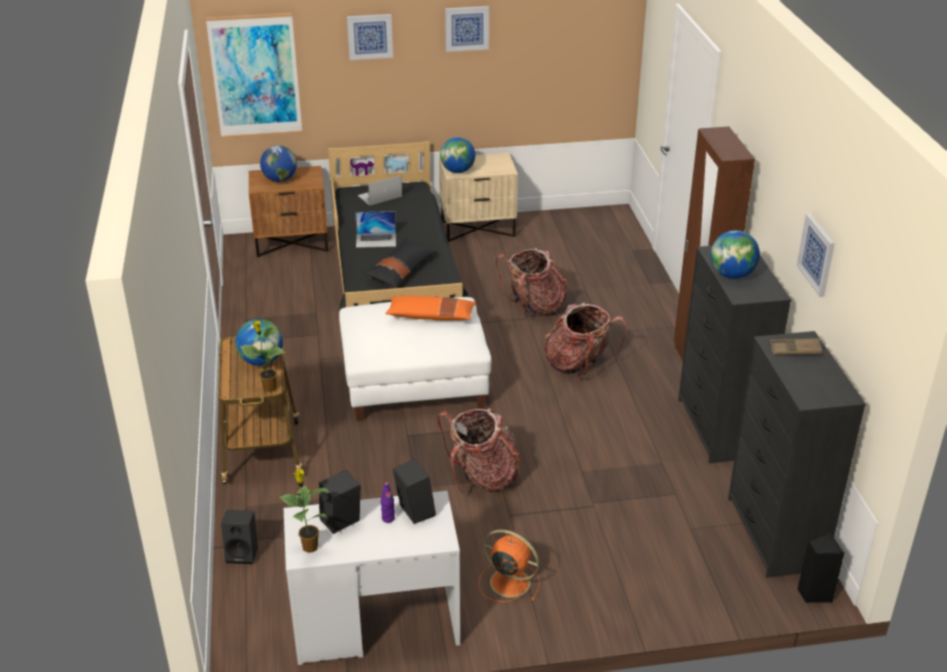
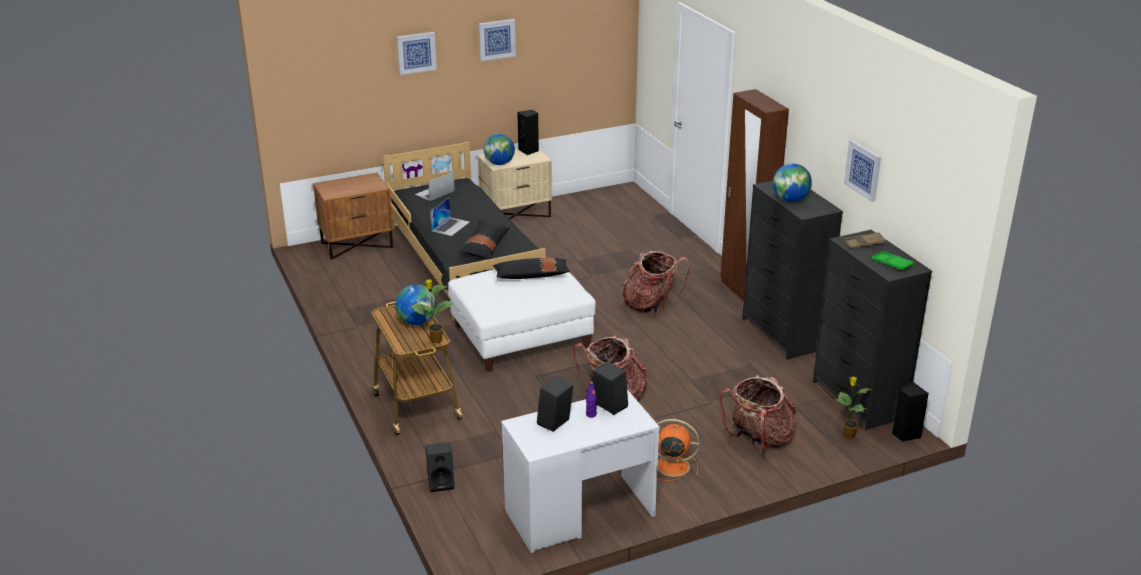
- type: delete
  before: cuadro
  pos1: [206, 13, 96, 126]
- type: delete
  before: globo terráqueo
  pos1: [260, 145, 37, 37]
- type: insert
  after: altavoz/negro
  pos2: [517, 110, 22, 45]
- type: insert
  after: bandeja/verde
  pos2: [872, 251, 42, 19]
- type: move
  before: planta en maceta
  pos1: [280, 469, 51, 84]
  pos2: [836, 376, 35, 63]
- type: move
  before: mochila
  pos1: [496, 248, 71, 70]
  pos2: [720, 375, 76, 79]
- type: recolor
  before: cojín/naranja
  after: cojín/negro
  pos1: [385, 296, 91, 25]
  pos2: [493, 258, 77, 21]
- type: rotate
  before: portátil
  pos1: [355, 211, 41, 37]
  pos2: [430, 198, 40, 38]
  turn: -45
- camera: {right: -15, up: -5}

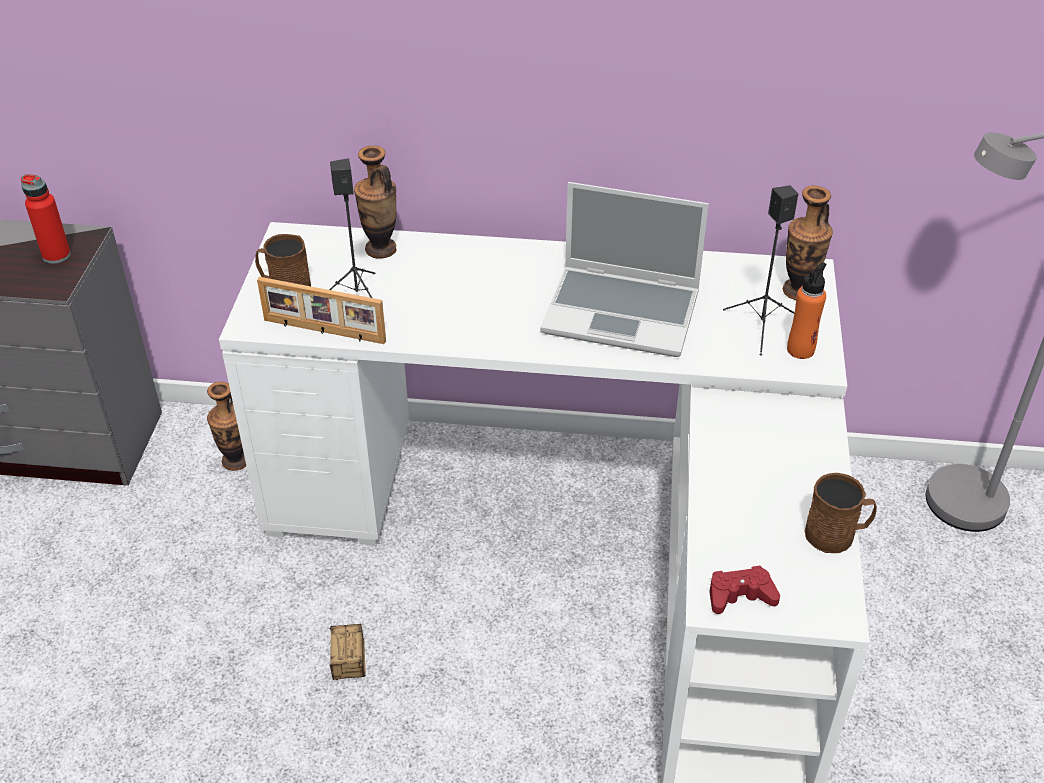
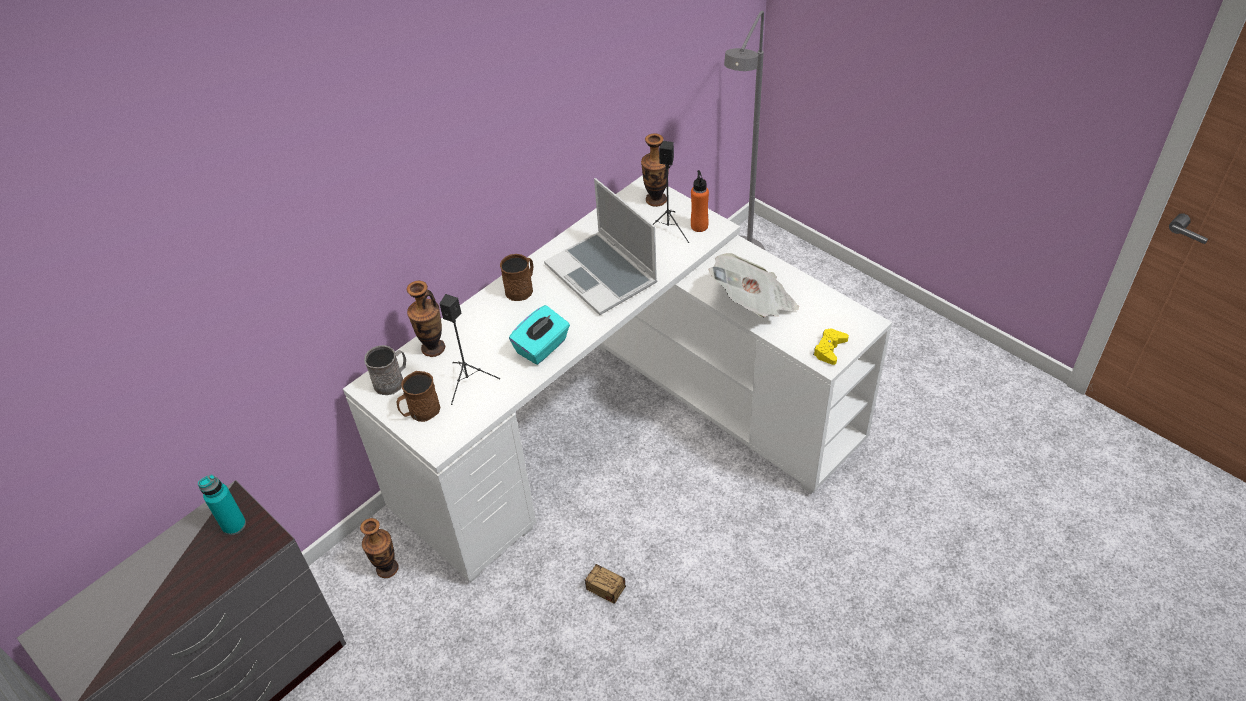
- type: delete
  before: portarretratos
  pos1: [257, 277, 129, 67]
- type: insert
  after: taza grande/gris
  pos2: [364, 345, 42, 50]
- type: insert
  after: caja de pañuelos/turquesa
  pos2: [509, 305, 61, 60]
- type: insert
  after: periódico
  pos2: [708, 253, 91, 64]
- type: move
  before: taza grande/marrón
  pos1: [804, 473, 73, 80]
  pos2: [500, 254, 33, 47]
- type: recolor
  before: botella/rojo
  after: botella/turquesa
  pos1: [21, 174, 50, 90]
  pos2: [198, 475, 48, 60]
- type: recolor
  before: mando de consola/rojo
  after: mando de consola/amarillo
  pos1: [709, 566, 71, 48]
  pos2: [813, 329, 36, 36]
- type: rotate
  before: portátil
  pos1: [540, 182, 169, 175]
  pos2: [544, 178, 113, 137]
  turn: 90
- camera: {right: -50, up: 5}

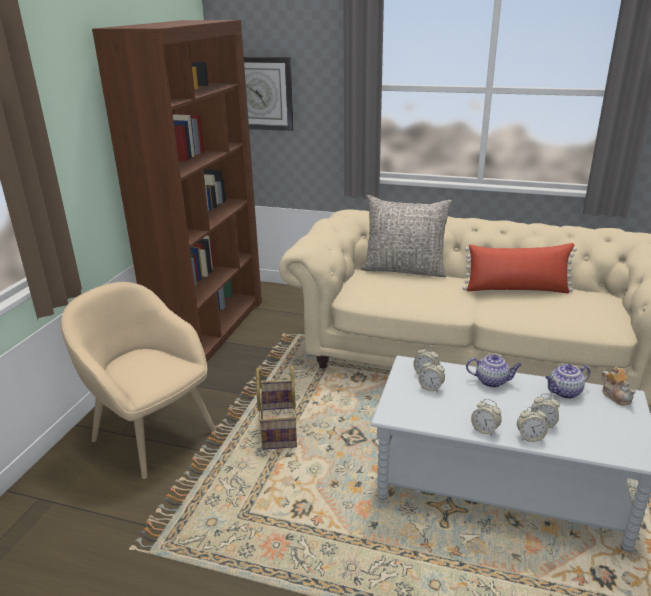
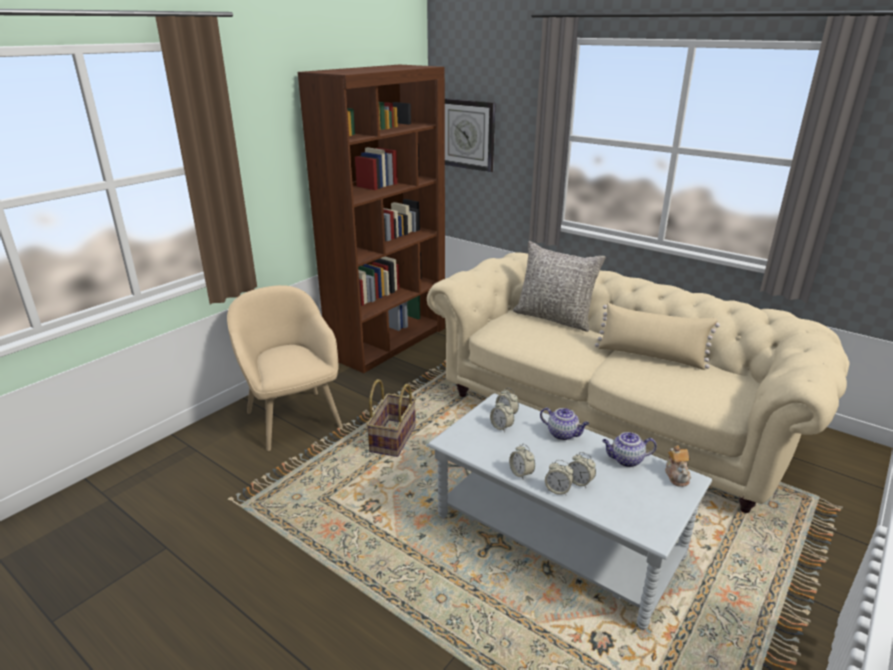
- type: recolor
  before: cojín/rojo
  after: cojín/beis
  pos1: [462, 243, 115, 50]
  pos2: [595, 303, 125, 67]
- camera: {right: 20, up: 0}

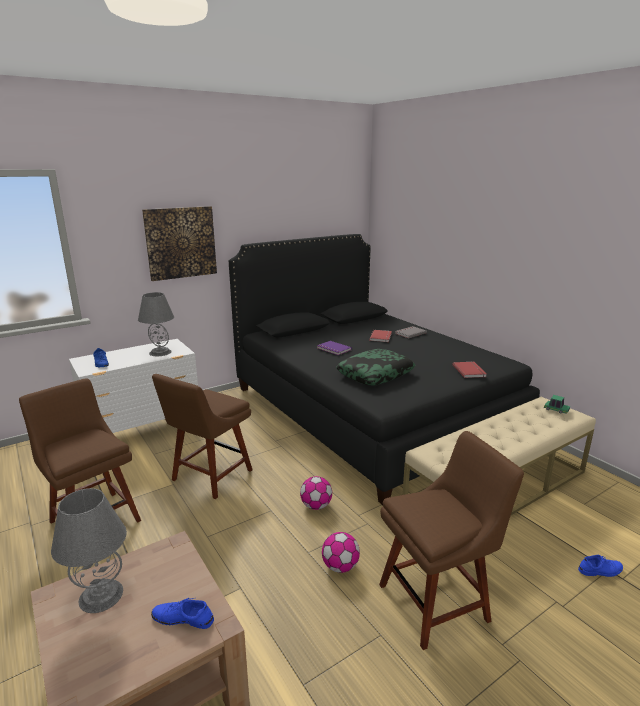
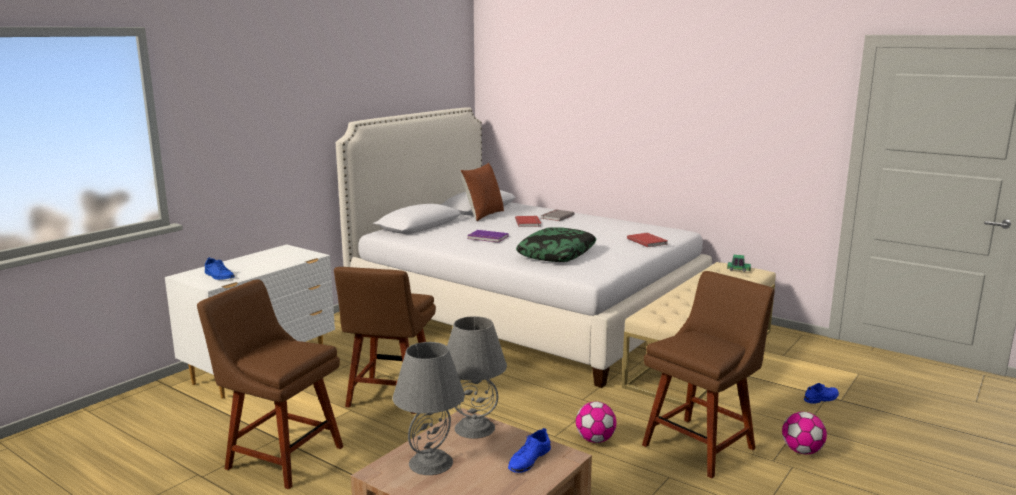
- type: delete
  before: cuadro
  pos1: [142, 206, 75, 75]
- type: insert
  after: cojín/marrón
  pos2: [461, 163, 43, 58]
- type: move
  before: lámpara de mesa/gris
  pos1: [138, 292, 36, 64]
  pos2: [447, 316, 60, 123]
- type: move
  before: balón de fútbol
  pos1: [300, 476, 32, 34]
  pos2: [782, 412, 45, 42]
- type: recolor
  before: cama/negro
  after: cama/blanco
  pos1: [229, 234, 311, 271]
  pos2: [336, 107, 376, 281]
- type: rotate
  before: zapato/azul
  pos1: [151, 598, 63, 31]
  pos2: [508, 428, 43, 45]
  turn: -45
- camera: {right: -20, up: -5}

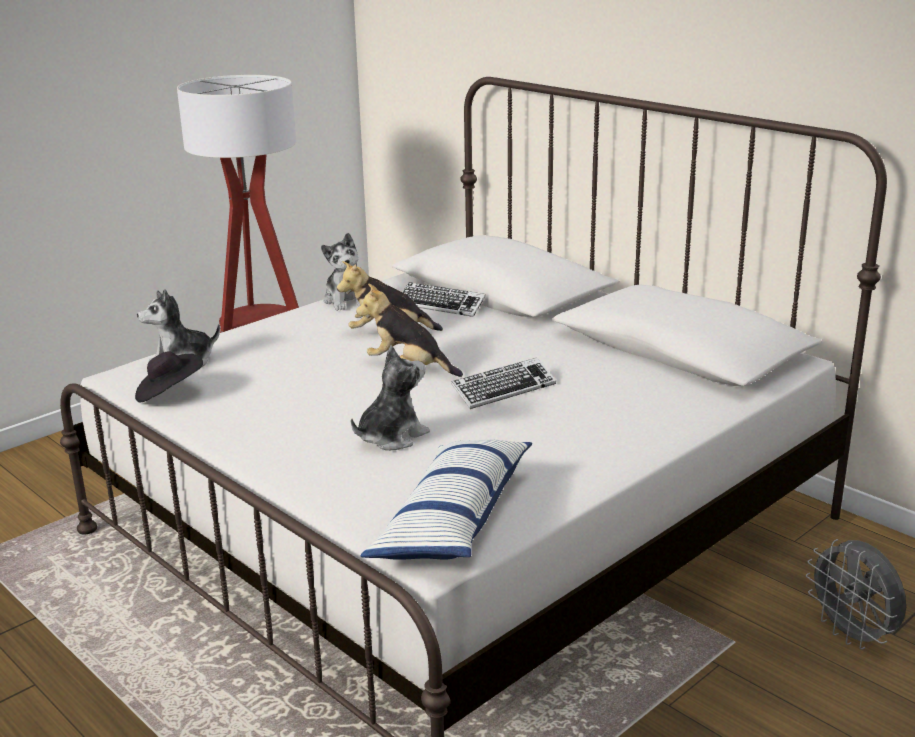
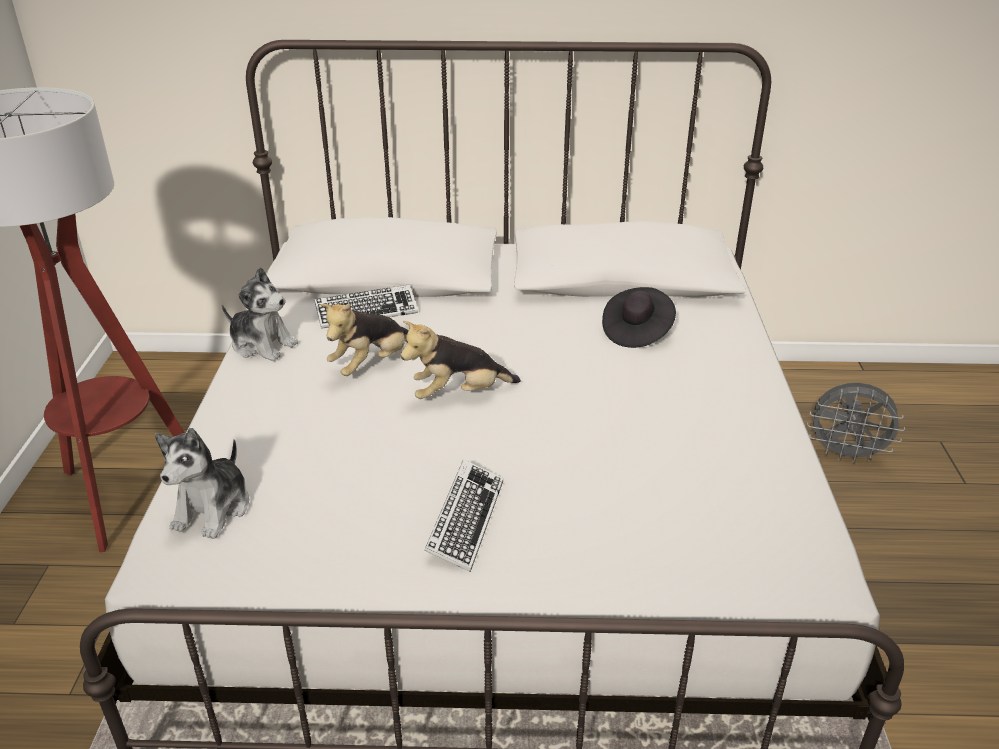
- type: delete
  before: peluche
  pos1: [351, 345, 79, 105]
- type: delete
  before: cojín
  pos1: [360, 440, 172, 120]
- type: move
  before: sombrero/negro
  pos1: [135, 351, 68, 51]
  pos2: [602, 287, 74, 61]
- type: move
  before: teclado
  pos1: [451, 358, 105, 51]
  pos2: [424, 459, 79, 113]
- camera: {right: -45, up: 10}

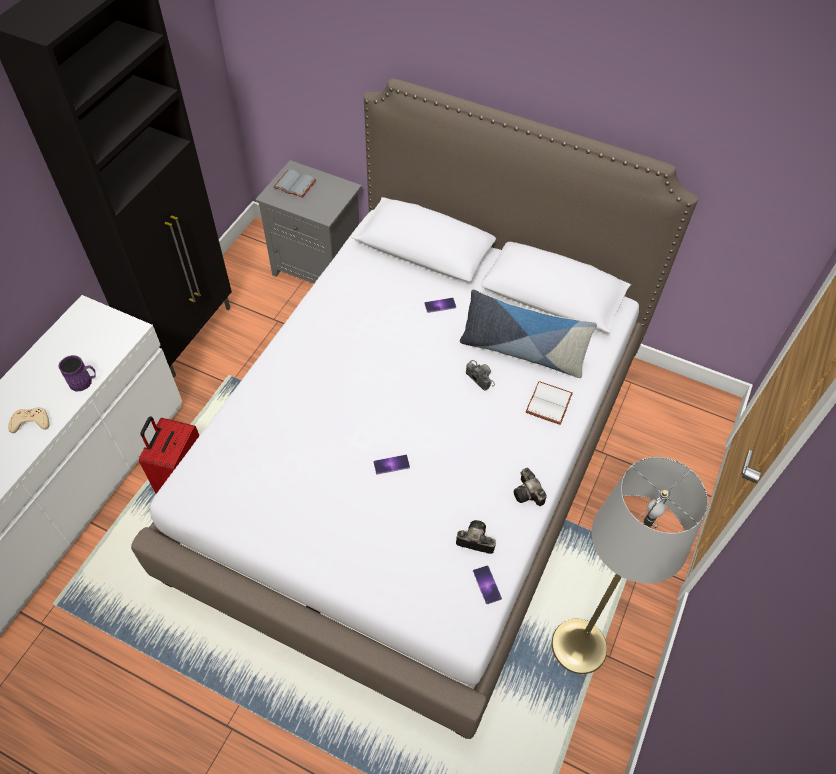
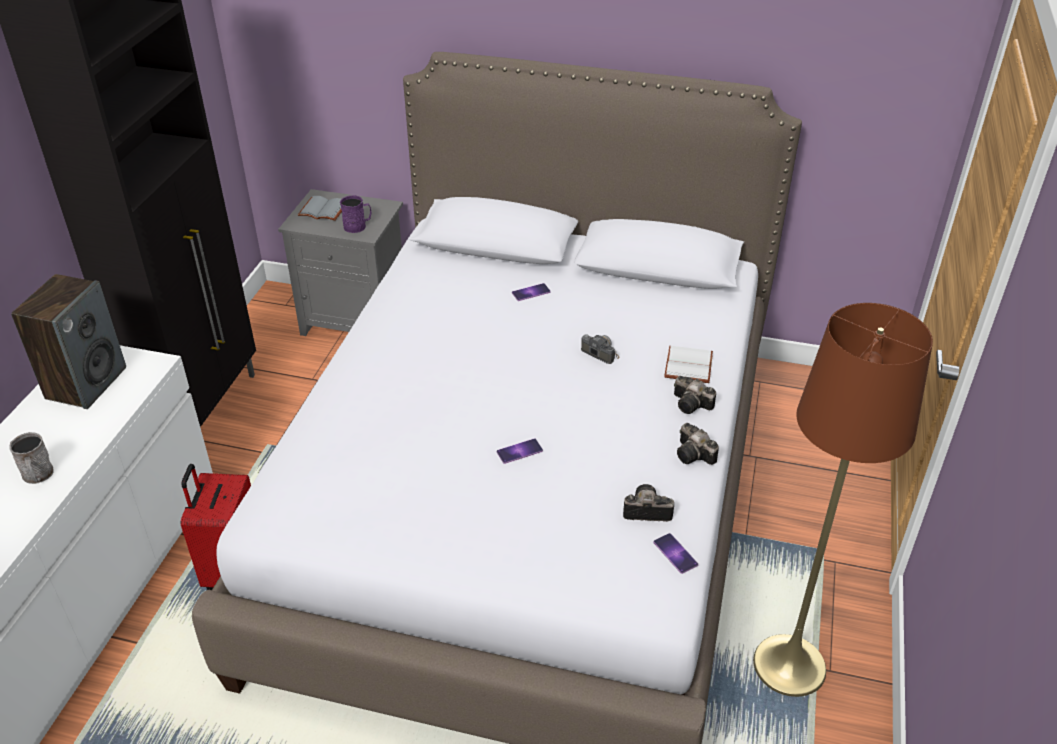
- type: delete
  before: cojín
  pos1: [460, 289, 137, 89]
- type: insert
  after: altavoz
  pos2: [11, 274, 115, 135]
- type: insert
  after: cámara
  pos2: [674, 376, 42, 38]
- type: move
  before: taza grande/morado
  pos1: [59, 355, 37, 37]
  pos2: [340, 195, 32, 38]
- type: replace
  before: mando de consola/beis
  after: taza grande/gris
  pos1: [8, 407, 41, 26]
  pos2: [9, 432, 45, 52]
- type: recolor
  before: lámpara de pie/gris
  after: lámpara de pie/marrón
  pos1: [552, 457, 156, 217]
  pos2: [753, 303, 180, 394]
- camera: {right: -10, up: -15}

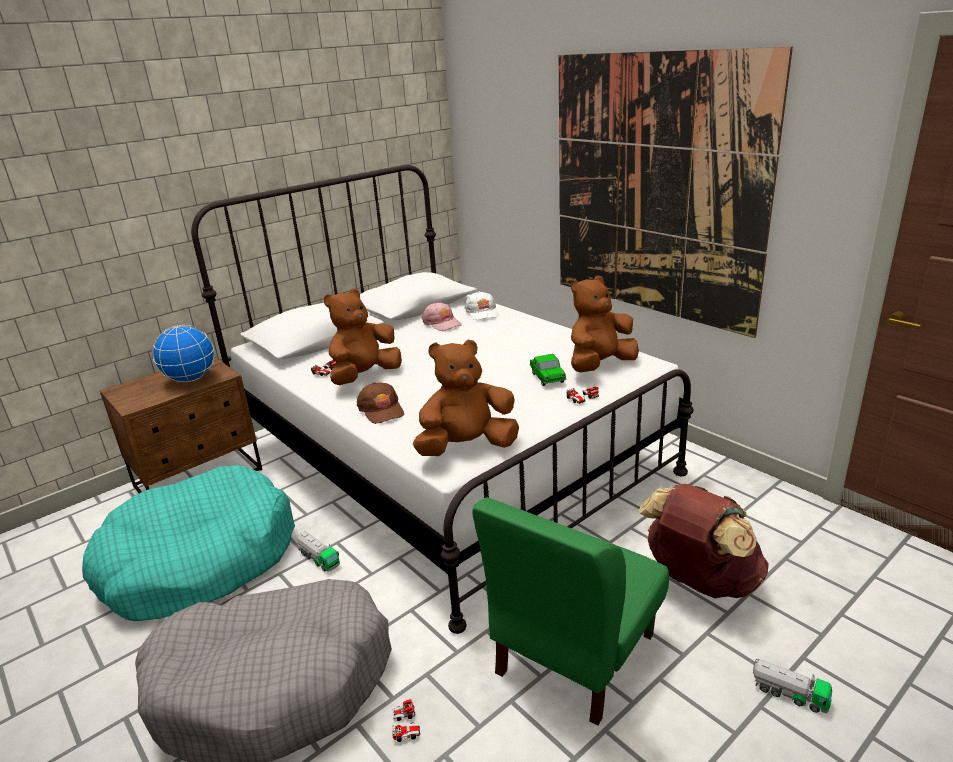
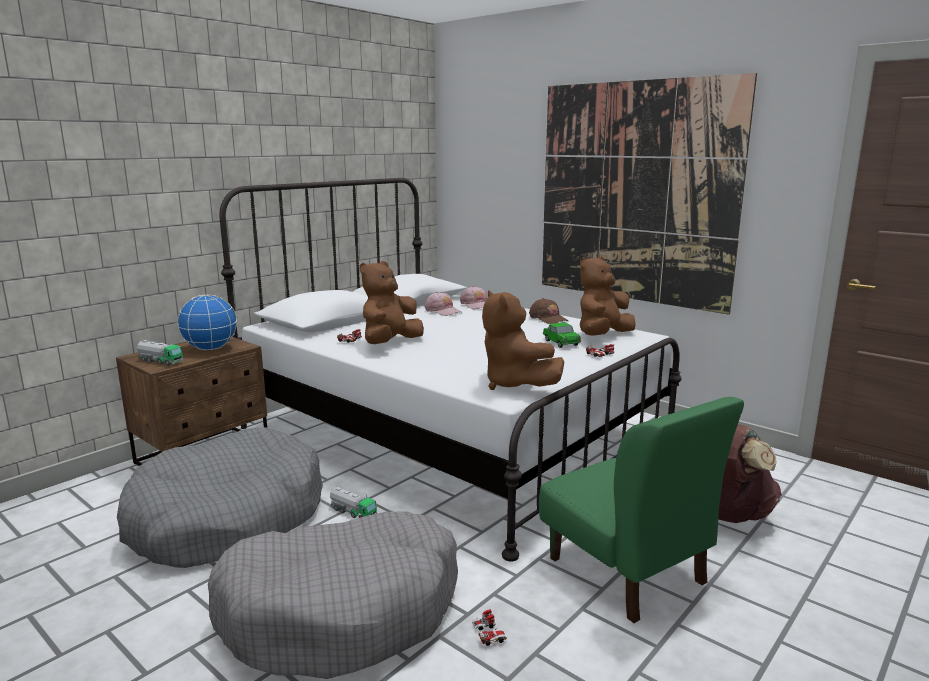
- type: move
  before: gorra/marrón
  pos1: [357, 382, 47, 42]
  pos2: [529, 298, 39, 26]
- type: move
  before: camión de juguete
  pos1: [753, 659, 79, 55]
  pos2: [137, 340, 46, 26]
- type: recolor
  before: cama para perro/turquesa
  after: cama para perro/gris
  pos1: [82, 465, 213, 156]
  pos2: [117, 427, 206, 141]
- type: recolor
  before: gorra/blanco
  after: gorra/rosa
  pos1: [465, 291, 34, 29]
  pos2: [460, 286, 28, 23]
- type: rotate
  before: peluche/marrón
  pos1: [413, 339, 106, 117]
  pos2: [482, 290, 82, 100]
  turn: -90
- type: rotate
  before: silla/verde
  pos1: [472, 497, 197, 229]
  pos2: [539, 397, 205, 226]
  turn: -60
- camera: {right: -10, up: -10}

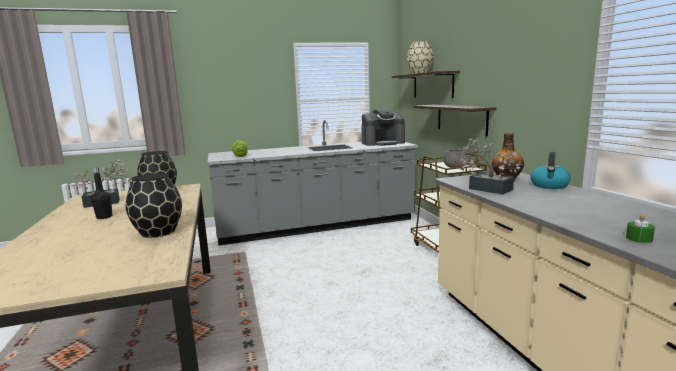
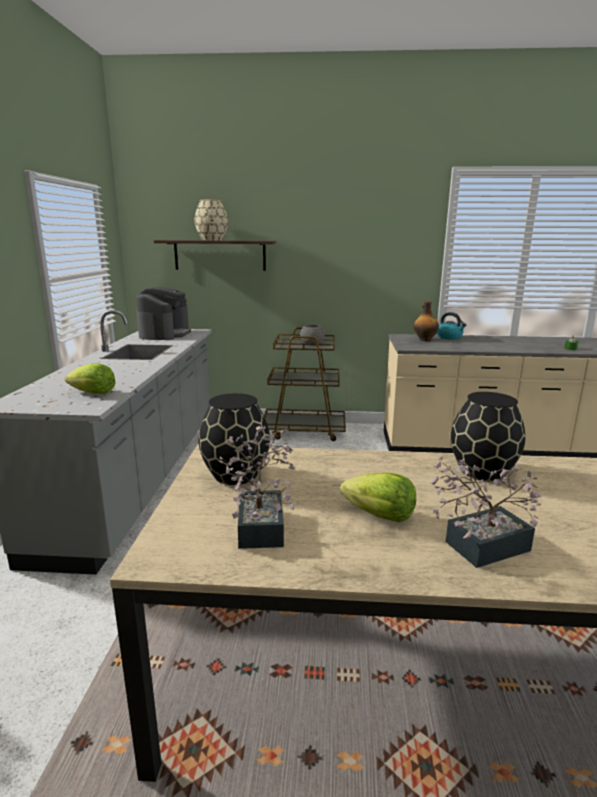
- type: delete
  before: estante
  pos1: [414, 105, 82, 31]
- type: move
  before: planta en maceta
  pos1: [458, 138, 64, 56]
  pos2: [430, 456, 111, 112]
- type: replace
  before: botella/negro
  after: lechuga
  pos1: [91, 168, 21, 51]
  pos2: [340, 472, 76, 50]
- camera: {right: -70, up: 5}

